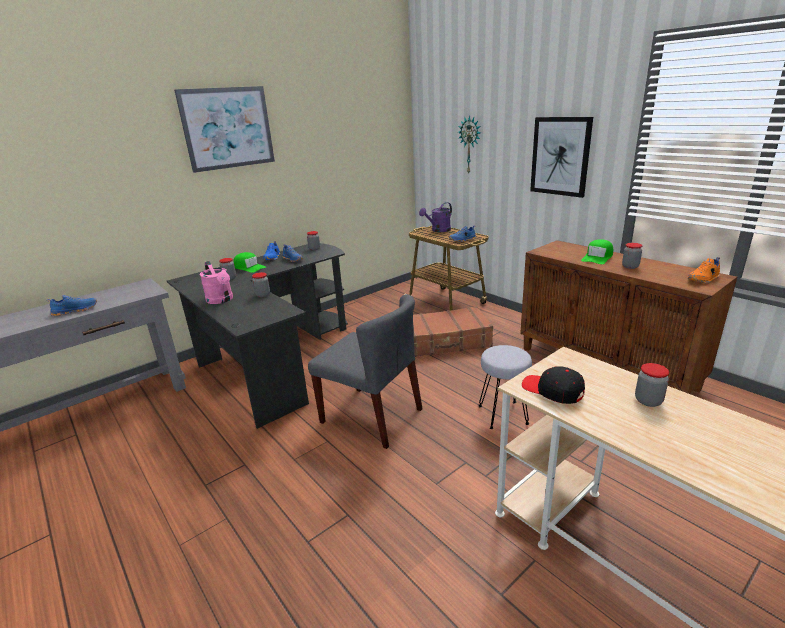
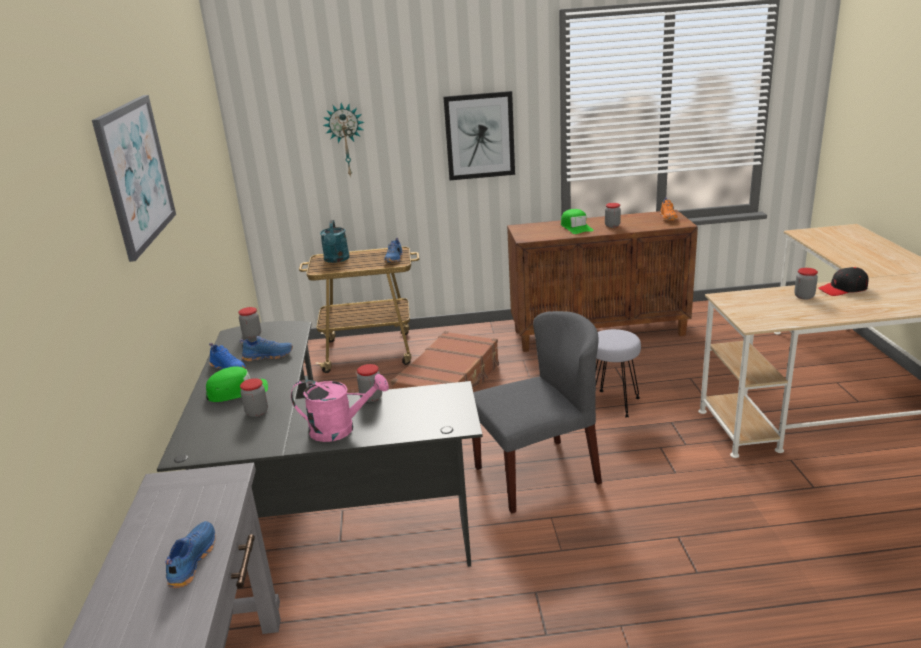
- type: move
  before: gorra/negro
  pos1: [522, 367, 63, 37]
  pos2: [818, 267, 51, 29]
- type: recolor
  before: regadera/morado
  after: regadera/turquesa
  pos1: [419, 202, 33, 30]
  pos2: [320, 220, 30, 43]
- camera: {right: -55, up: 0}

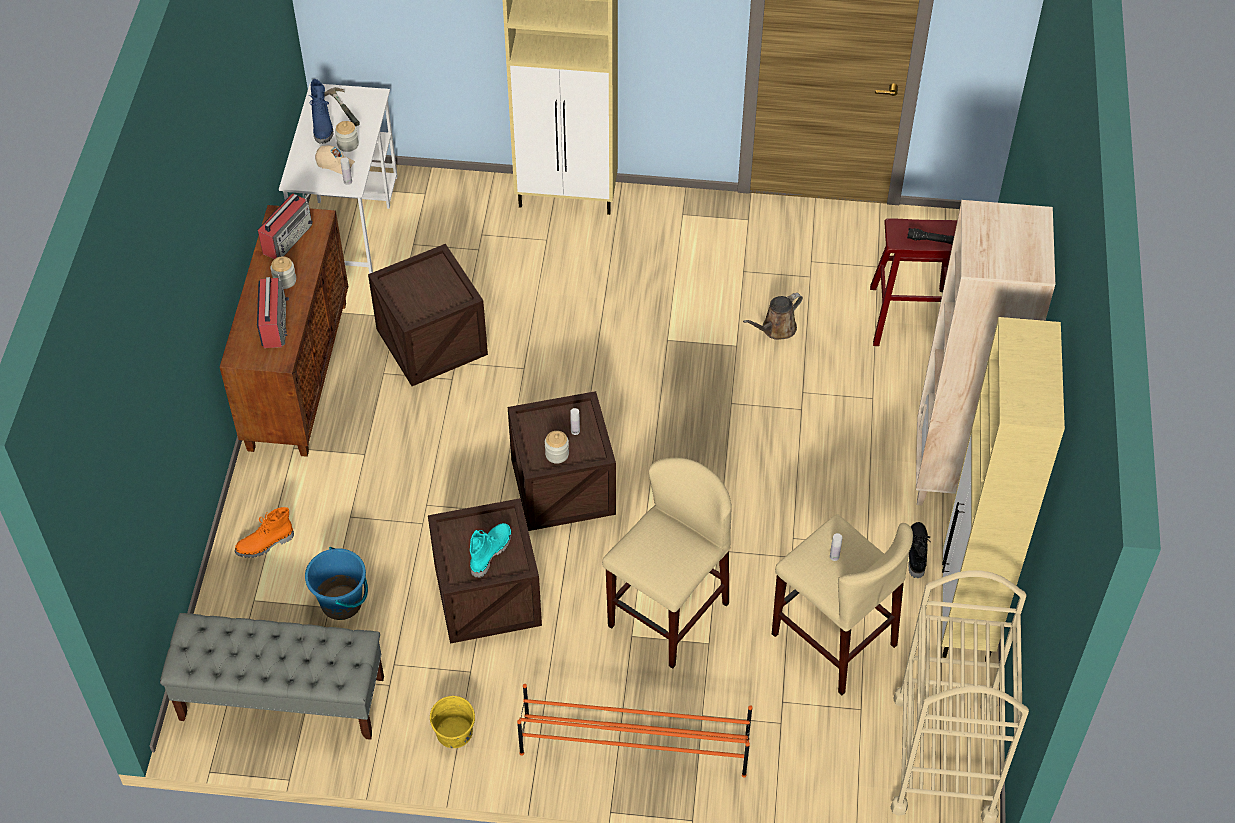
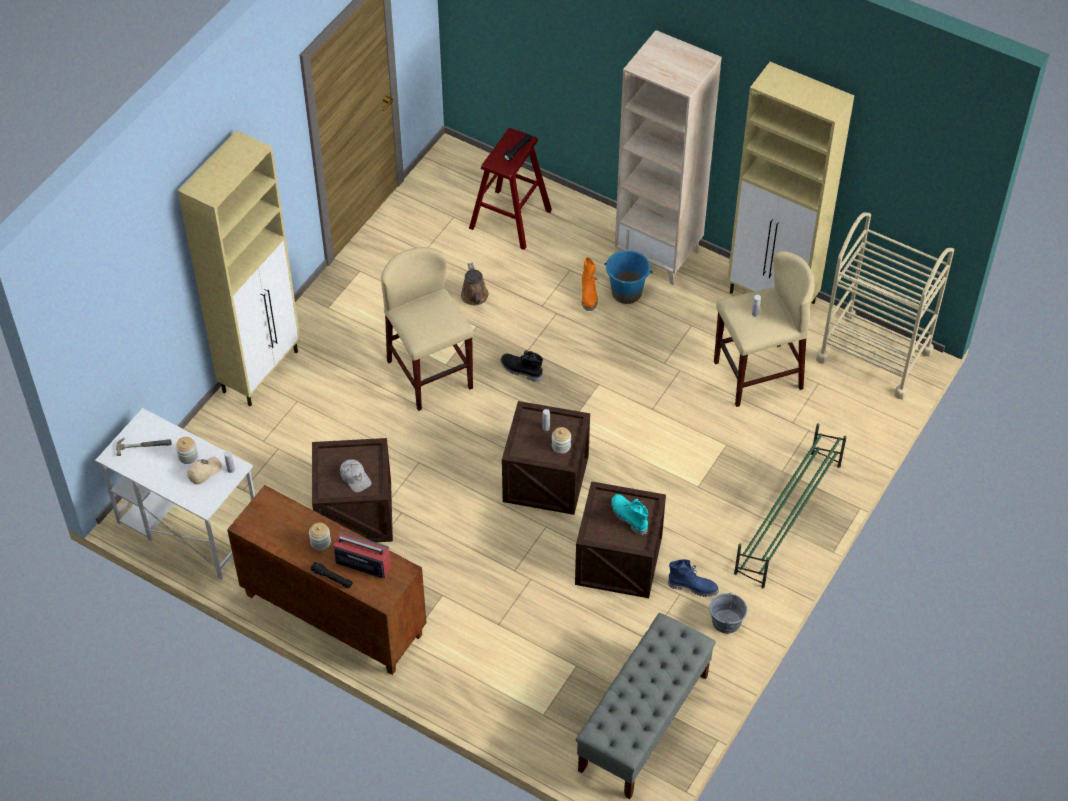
- type: delete
  before: radio
  pos1: [258, 193, 55, 66]
- type: insert
  after: linterna/negro
  pos2: [310, 562, 42, 27]
- type: insert
  after: gorra/blanco
  pos2: [340, 459, 32, 34]
- type: move
  before: bota/naranja
  pos1: [235, 507, 59, 51]
  pos2: [582, 258, 16, 53]
- type: move
  before: cubo/azul
  pos1: [305, 547, 63, 73]
  pos2: [604, 250, 49, 54]
- type: move
  before: bota/azul
  pos1: [309, 79, 24, 65]
  pos2: [668, 559, 51, 38]
- type: move
  before: taburete/beis
  pos1: [602, 458, 130, 211]
  pos2: [381, 247, 93, 164]
- type: move
  before: bota/negro
  pos1: [908, 522, 23, 56]
  pos2: [501, 350, 42, 32]
- type: recolor
  before: cubo/amarillo
  after: cubo/gris
  pos1: [430, 696, 45, 52]
  pos2: [709, 591, 38, 43]
- type: recolor
  before: zapatero/naranja
  after: zapatero/verde
  pos1: [517, 684, 236, 94]
  pos2: [734, 423, 113, 165]
- camera: {right: -65, up: 0}

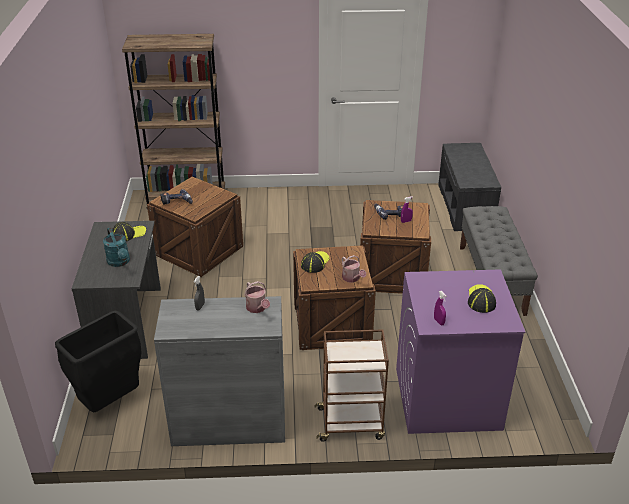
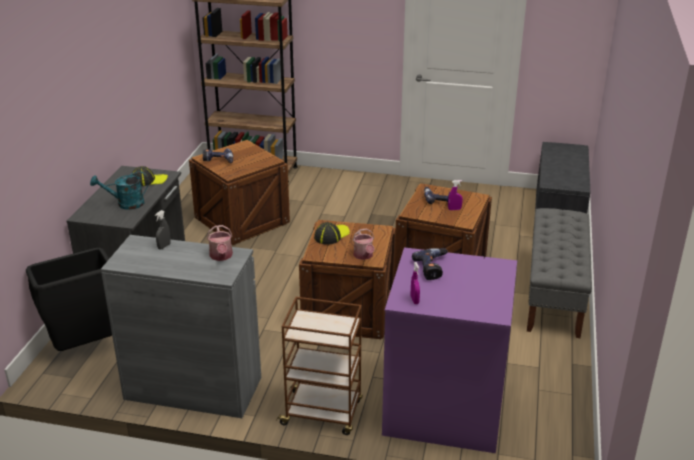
- type: delete
  before: gorra
  pos1: [468, 284, 28, 29]
- type: insert
  after: taladro
  pos2: [412, 248, 36, 32]
- type: rotate
  before: regadera/turquesa
  pos1: [103, 228, 27, 39]
  pos2: [90, 171, 58, 39]
  turn: 90
- camera: {right: 15, up: -5}

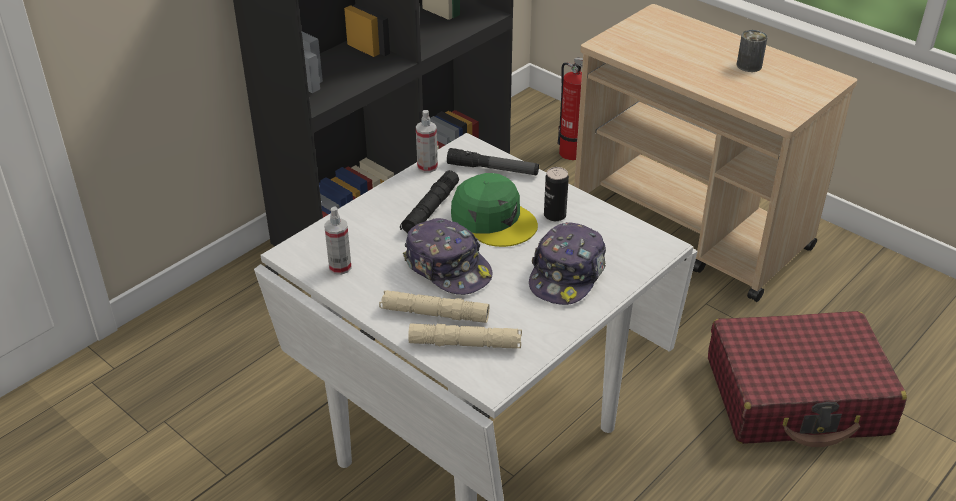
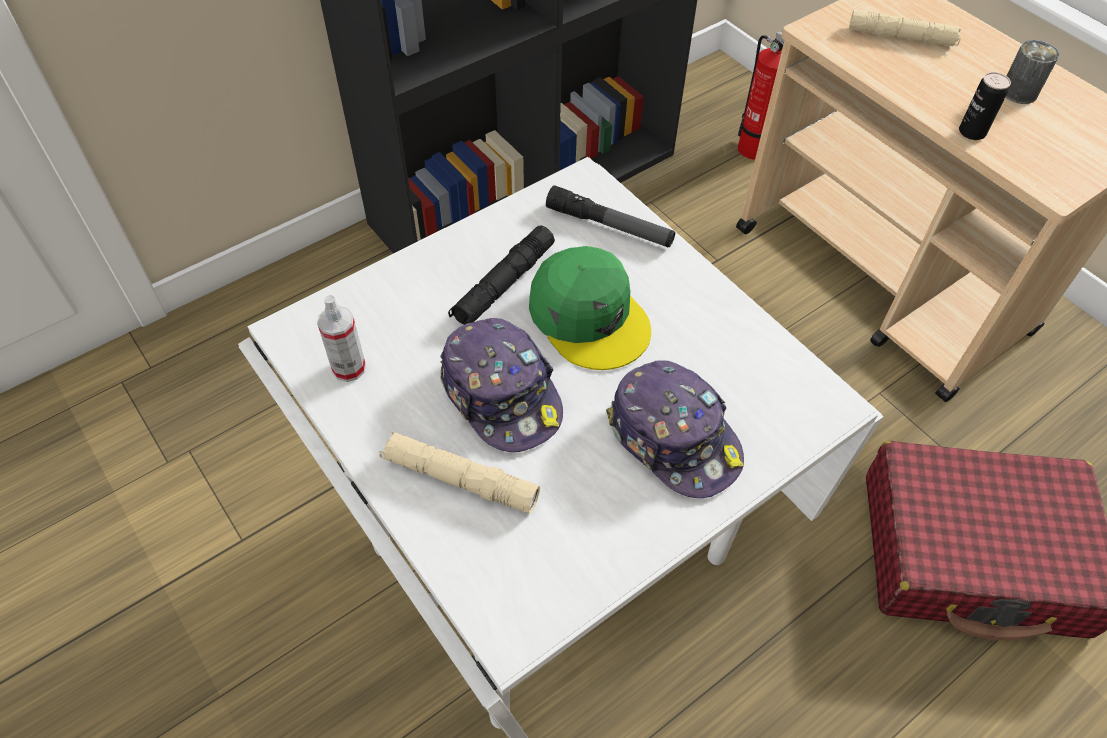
- type: delete
  before: pulverizador
  pos1: [416, 110, 22, 63]
- type: move
  before: linterna/beis
  pos1: [408, 323, 114, 26]
  pos2: [849, 10, 112, 36]
- type: move
  before: lata
  pos1: [544, 167, 25, 54]
  pos2: [959, 72, 52, 68]
- type: rotate
  before: gorra
  pos1: [529, 222, 77, 83]
  pos2: [606, 360, 138, 138]
  turn: -75
- camera: {right: 10, up: 15}

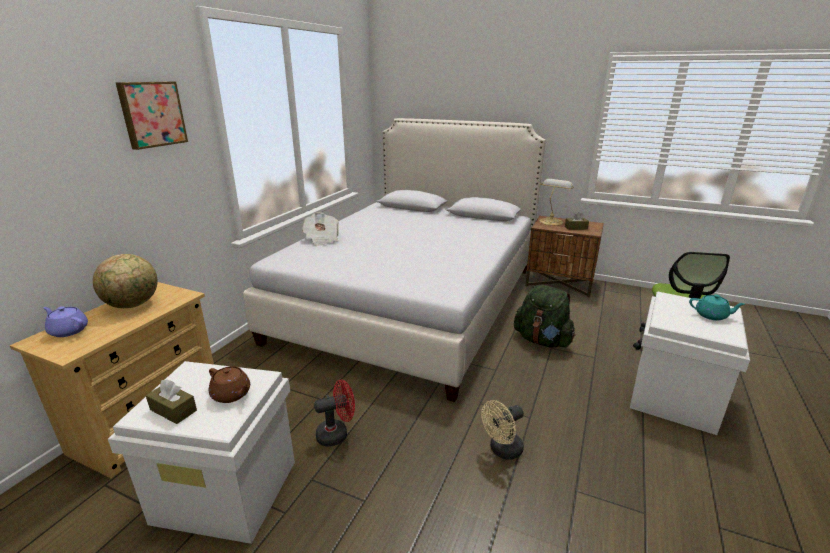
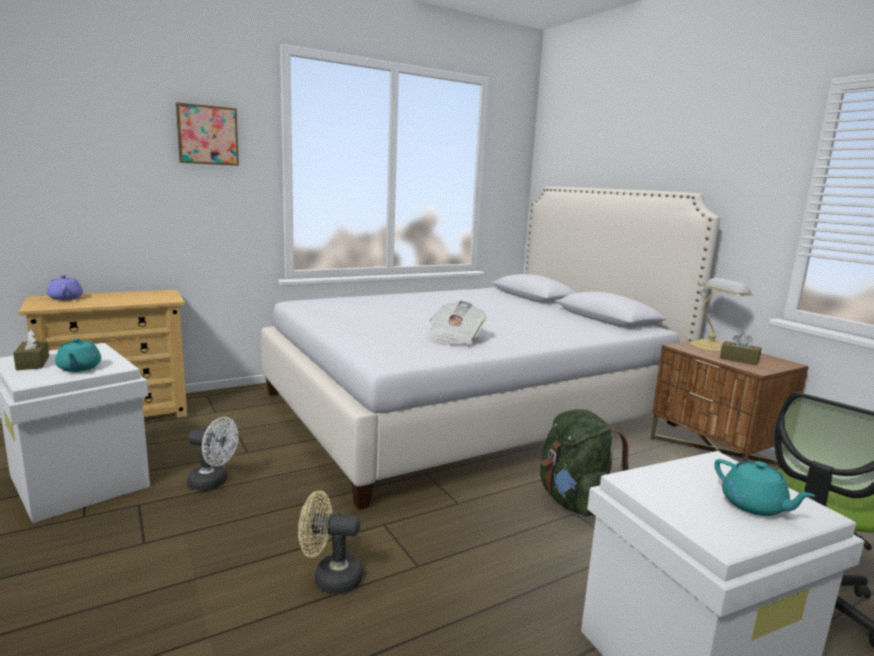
- type: delete
  before: globo terráqueo
  pos1: [93, 254, 65, 54]
- type: move
  before: periódico
  pos1: [302, 212, 37, 34]
  pos2: [430, 301, 57, 45]
- type: recolor
  before: tetera/marrón
  after: tetera/turquesa
  pos1: [209, 366, 41, 37]
  pos2: [55, 338, 46, 34]
- type: recolor
  before: ventilador/rojo
  after: ventilador/blanco
  pos1: [314, 380, 41, 67]
  pos2: [187, 417, 52, 73]
- camera: {right: 35, up: -10}

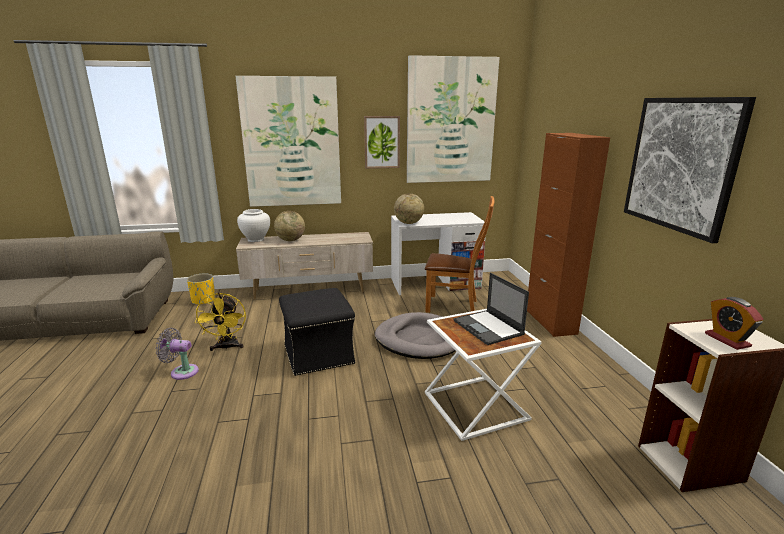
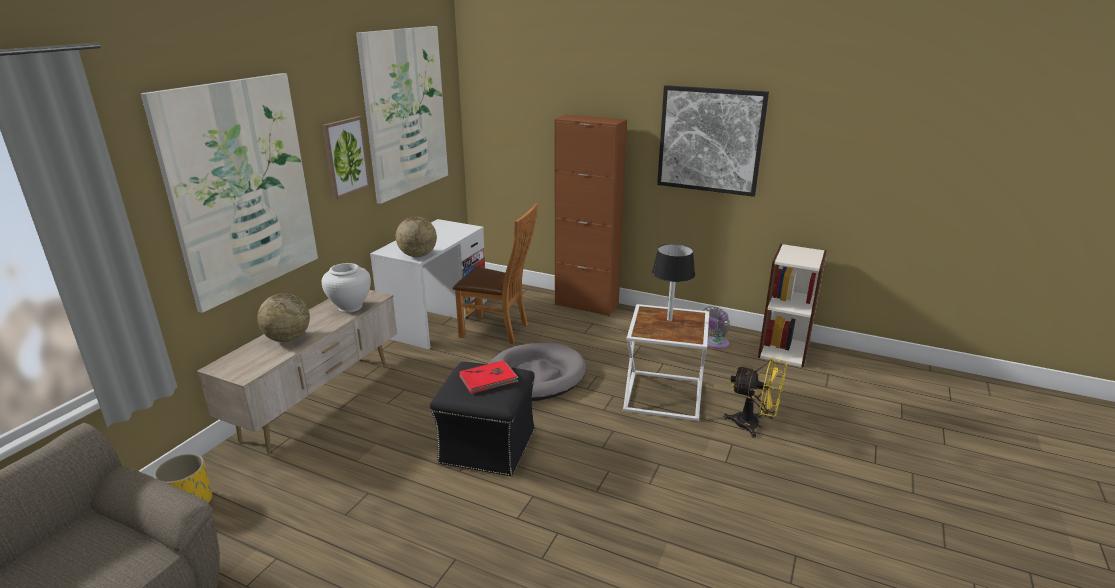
- type: delete
  before: despertador
  pos1: [705, 297, 59, 53]
- type: insert
  after: libro/rojo
  pos2: [459, 360, 60, 34]
- type: move
  before: ventilador/gris
  pos1: [155, 328, 44, 52]
  pos2: [703, 306, 27, 43]
- type: move
  before: ventilador/amarillo
  pos1: [194, 293, 52, 58]
  pos2: [723, 357, 64, 81]
- type: move
  before: florero/blanco
  pos1: [237, 209, 33, 33]
  pos2: [322, 263, 49, 50]
- type: replace
  before: portátil
  after: lámpara de mesa/negro
  pos1: [453, 273, 76, 72]
  pos2: [652, 244, 43, 77]
- type: rotate
  before: silla/marrón
  pos1: [425, 196, 70, 117]
  pos2: [453, 203, 85, 141]
  turn: 60
- camera: {right: -55, up: 5}

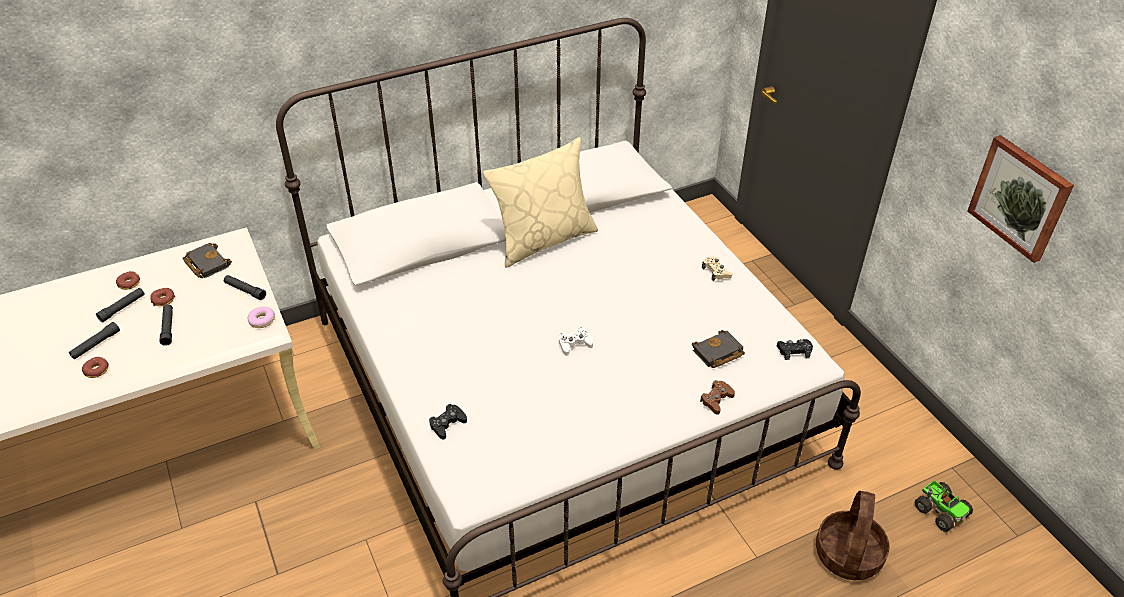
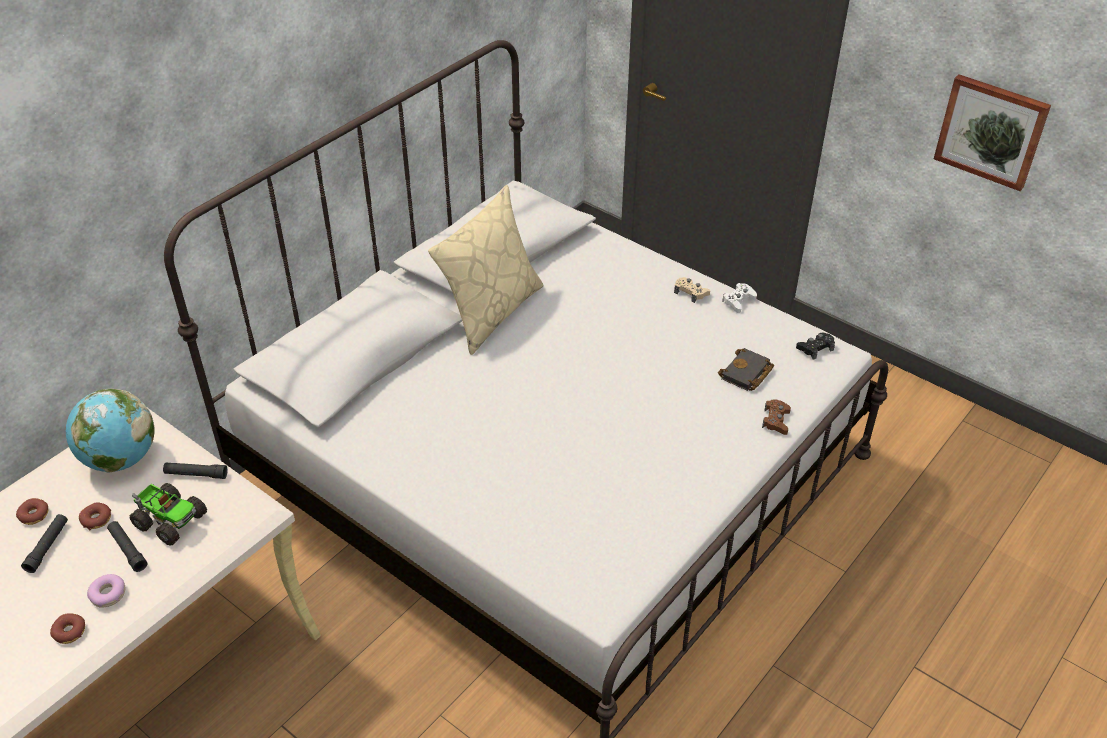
- type: delete
  before: linterna/negro
  pos1: [69, 322, 51, 37]
- type: delete
  before: mando de consola/negro
  pos1: [429, 404, 38, 35]
- type: delete
  before: cesta
  pos1: [816, 491, 74, 89]
- type: move
  before: rosquilla
  pos1: [247, 306, 28, 22]
  pos2: [87, 574, 38, 34]
- type: move
  before: mando de consola/blanco
  pos1: [559, 327, 34, 29]
  pos2: [722, 283, 35, 30]
- type: move
  before: camión de juguete
  pos1: [915, 480, 58, 52]
  pos2: [129, 483, 78, 63]
- type: replace
  before: libro/negro
  after: globo terráqueo
  pos1: [183, 243, 49, 35]
  pos2: [66, 389, 89, 84]
- camera: {right: -25, up: 0}

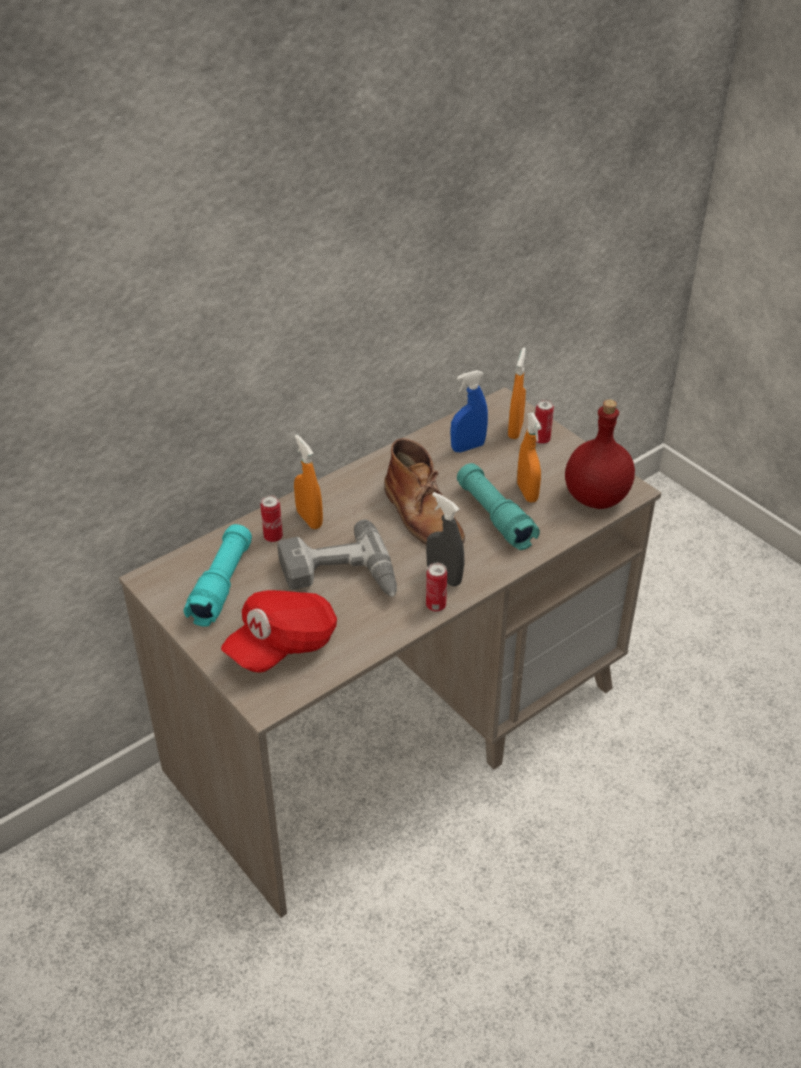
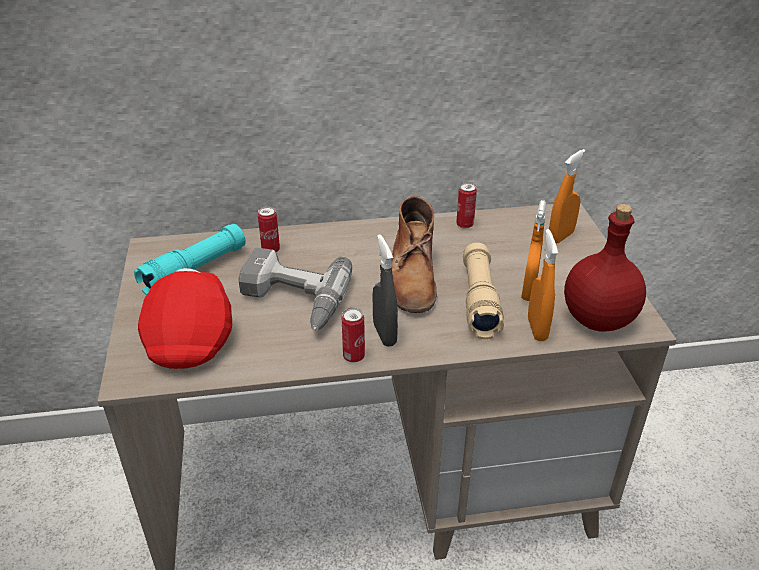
- type: delete
  before: pulverizador/azul
  pos1: [450, 370, 38, 82]
- type: move
  before: pulverizador/naranja
  pos1: [294, 435, 29, 94]
  pos2: [528, 229, 30, 112]
- type: move
  before: lata
  pos1: [535, 399, 19, 45]
  pos2: [456, 182, 21, 47]
- type: recolor
  before: linterna/turquesa
  after: linterna/beis
  pos1: [457, 463, 83, 87]
  pos2: [463, 243, 41, 96]
- type: rotate
  before: gorra/rojo
  pos1: [221, 590, 116, 83]
  pos2: [138, 268, 94, 101]
  turn: 105
- camera: {right: 30, up: -5}

